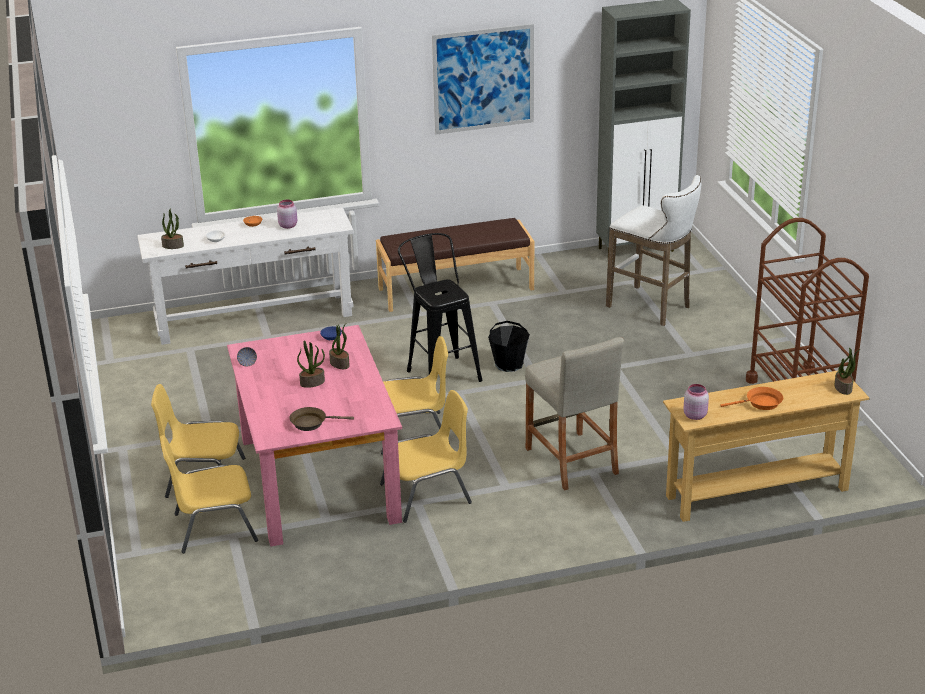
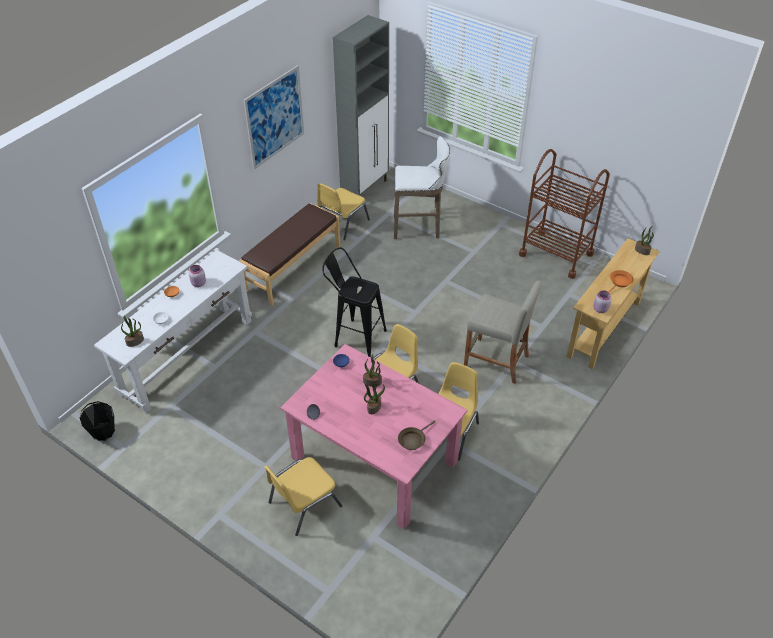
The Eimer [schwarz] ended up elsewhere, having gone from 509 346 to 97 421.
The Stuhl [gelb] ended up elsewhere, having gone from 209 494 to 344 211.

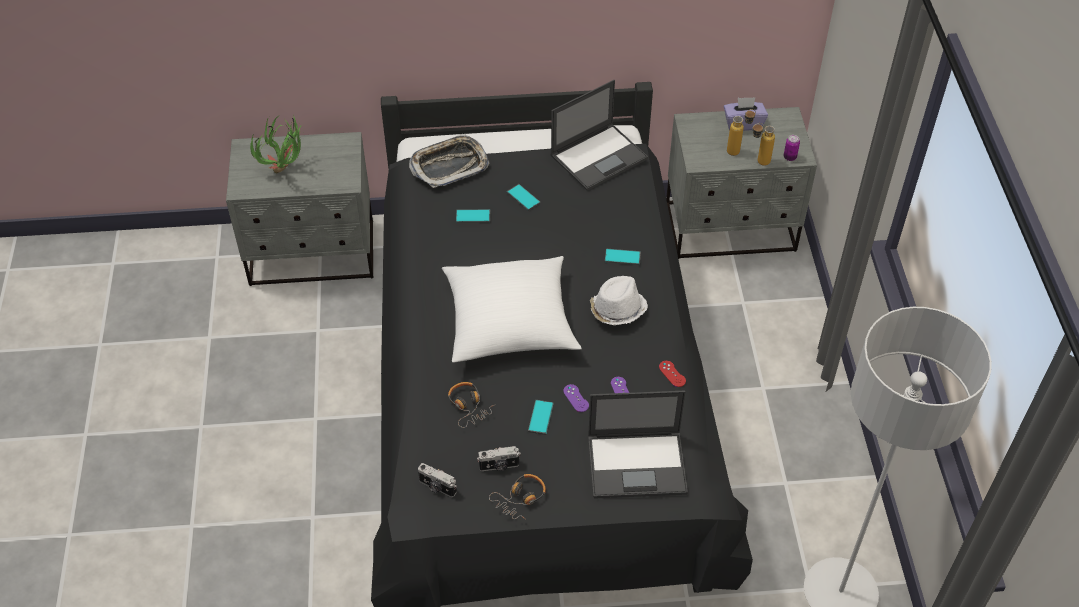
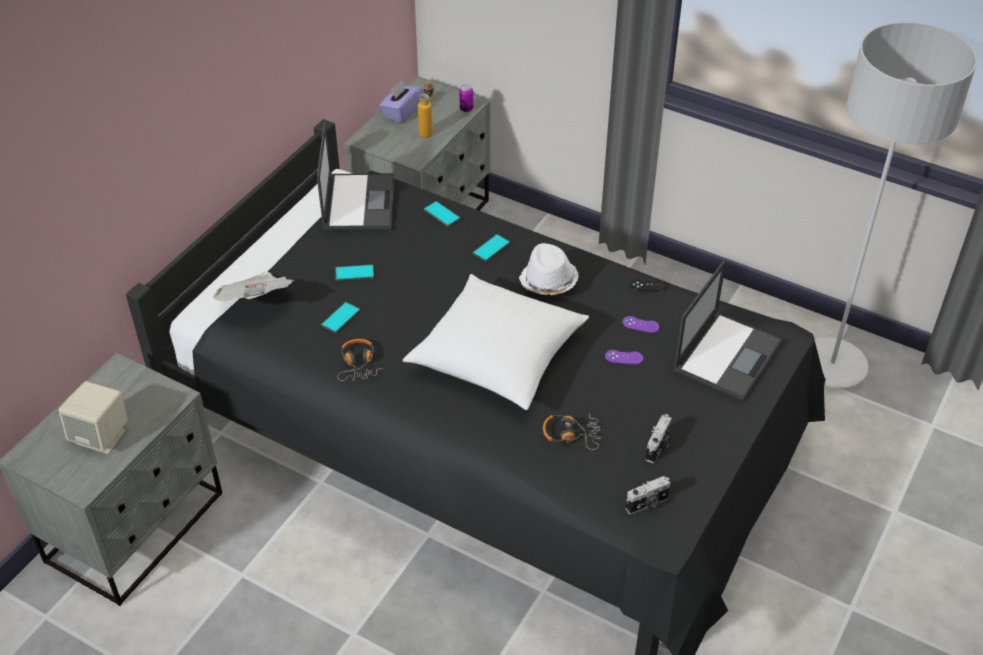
Where the Topfpflanze stood at 277 143, the Lautsprecher [beige] came to stand at 93 417.
Where the Tablett stood at 449 161, the Zeitung came to stand at 253 286.
The Kopfhörer ended up elsewhere, having gone from 517 497 to 361 360.
The Handy ended up elsewhere, having gone from 541 417 to 442 214.
What was the Gamepad [rot] at 672 374 turned into the Gamepad [schwarz] at 648 285.
The second view lost the Flasche at 763 144.

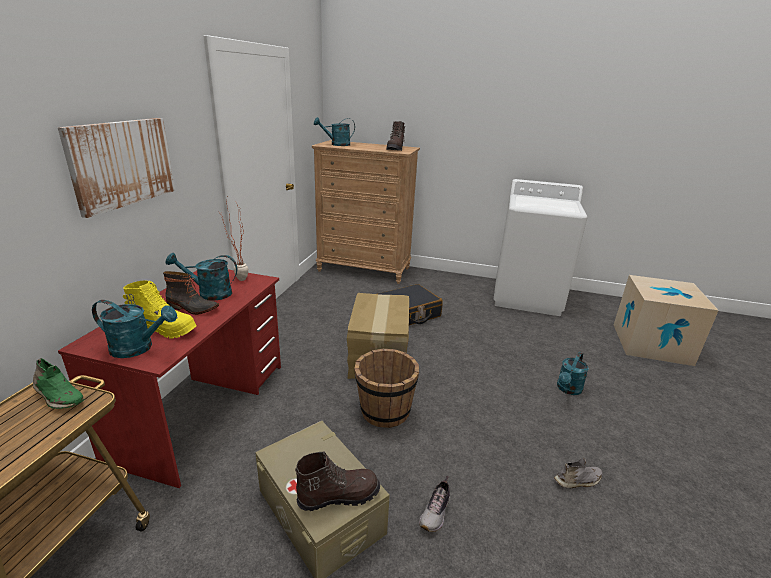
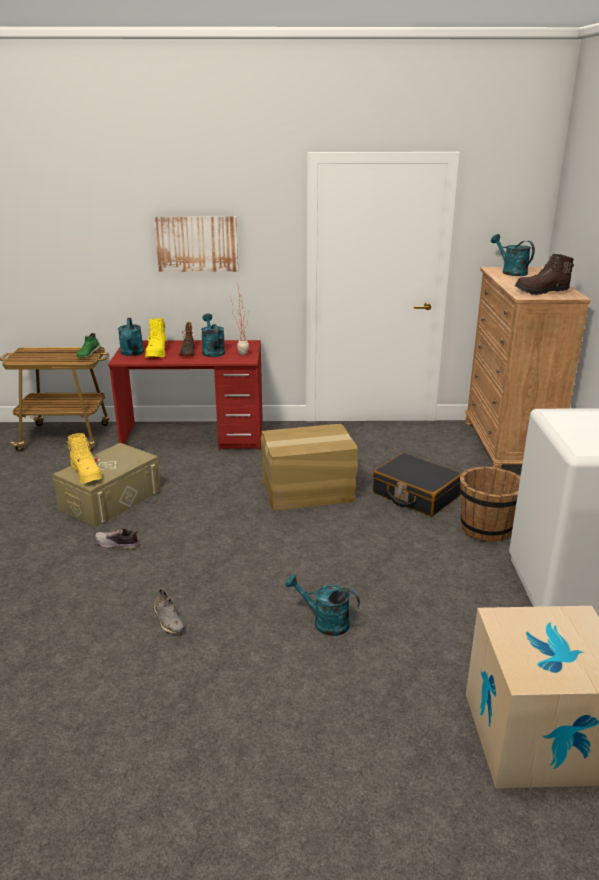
What was the Stiefel [braun] at 337 481 turned into the Stiefel [gelb] at 84 458.
The Eimer [braun] ended up elsewhere, having gone from 386 388 to 489 504.

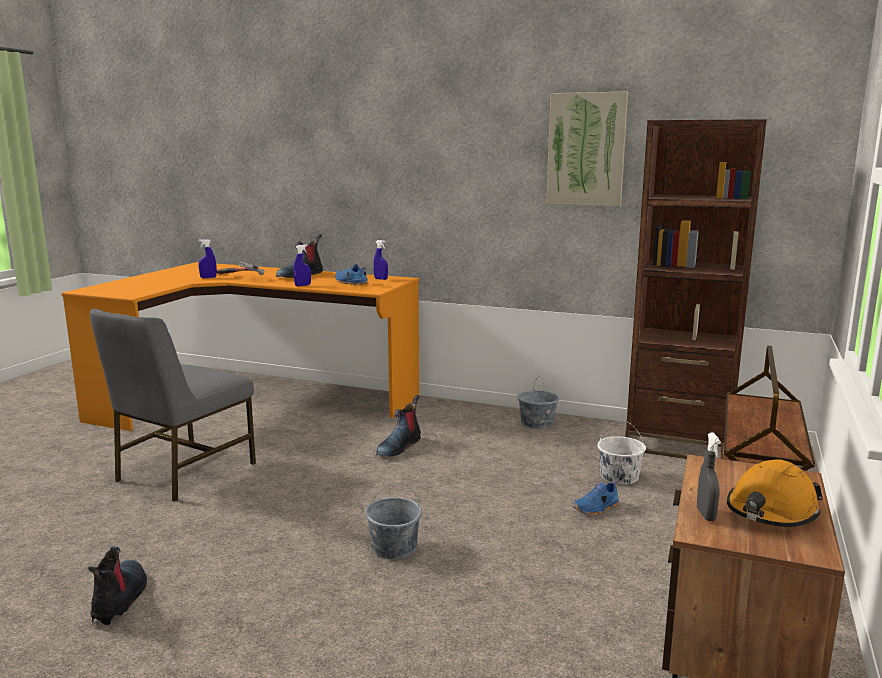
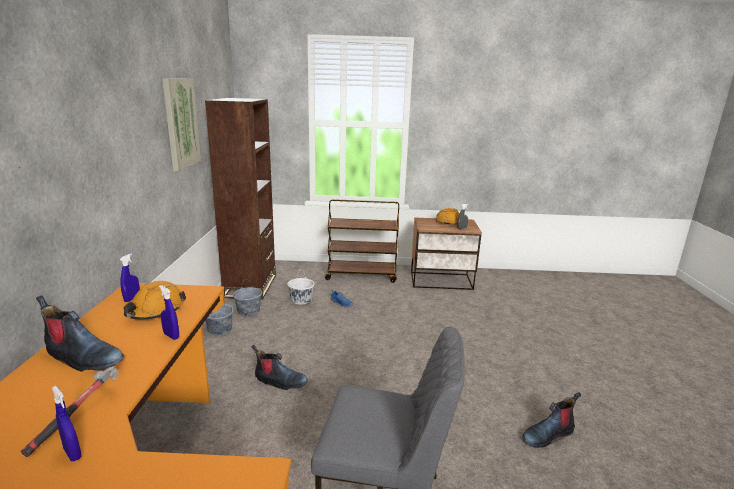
Where the Schuh [blau] stood at 351 274, the Schutzhelm [orange] came to stand at 155 300.
The Eimer [grau] ended up elsewhere, having gone from 393 521 to 247 297.

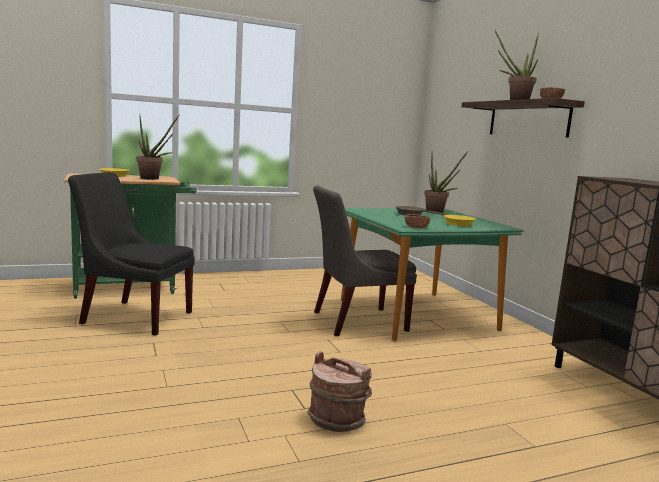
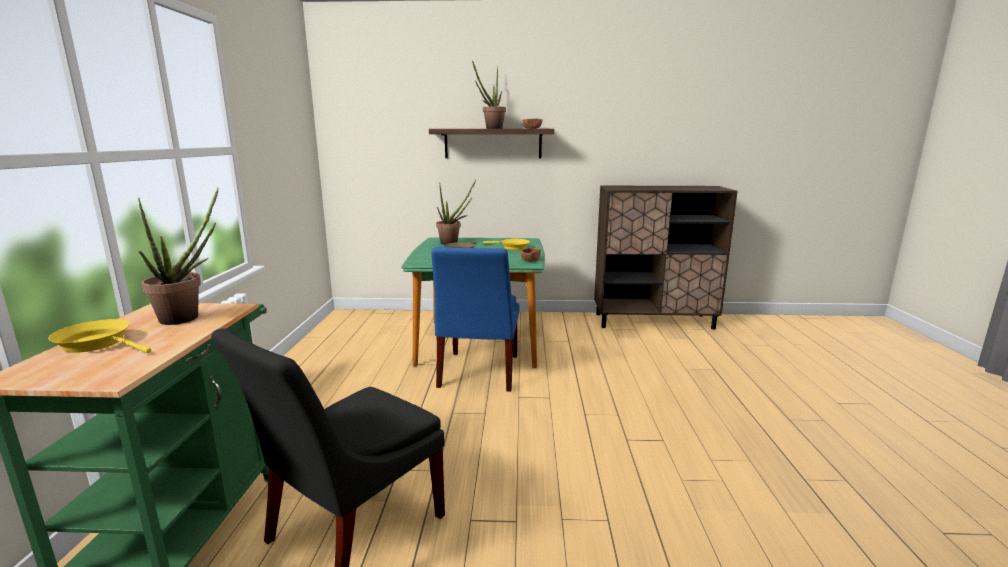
What was the Stuhl [grau] at 365 261 turned into the Stuhl [blau] at 475 319.
The second view lost the Eimer [braun] at 339 391.

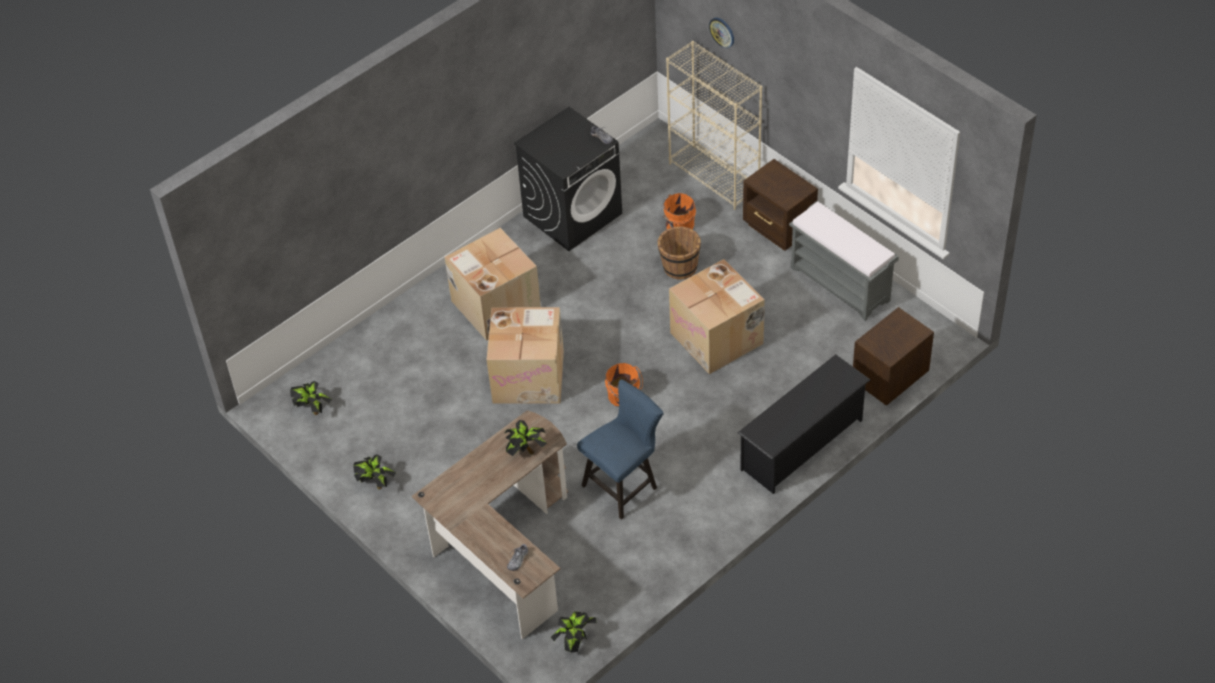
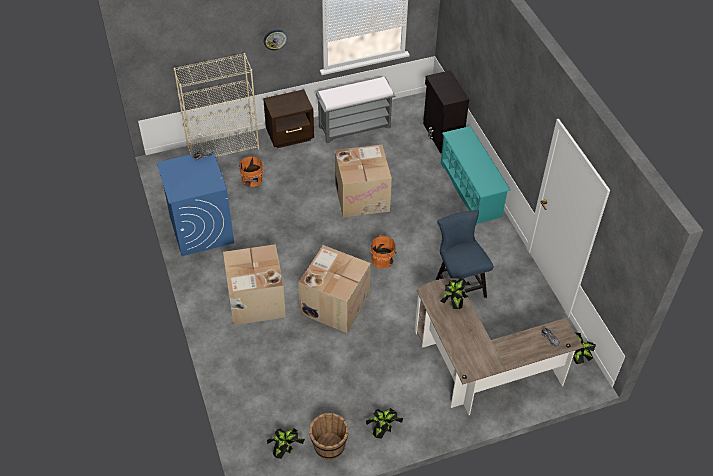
What was the Waschmaschine [schwarz] at 568 179 turned into the Waschmaschine [blau] at 195 203.
The Wanduhr ended up elsewhere, having gone from 721 33 to 275 39.
The Eimer [braun] ended up elsewhere, having gone from 679 253 to 328 436.
Where the Nachttisch [braun] stood at 893 356, the Schrank [schwarz] came to stand at 446 111.
What was the Schuhregal [schwarz] at 804 424 turned into the Schuhregal [türkis] at 475 175.

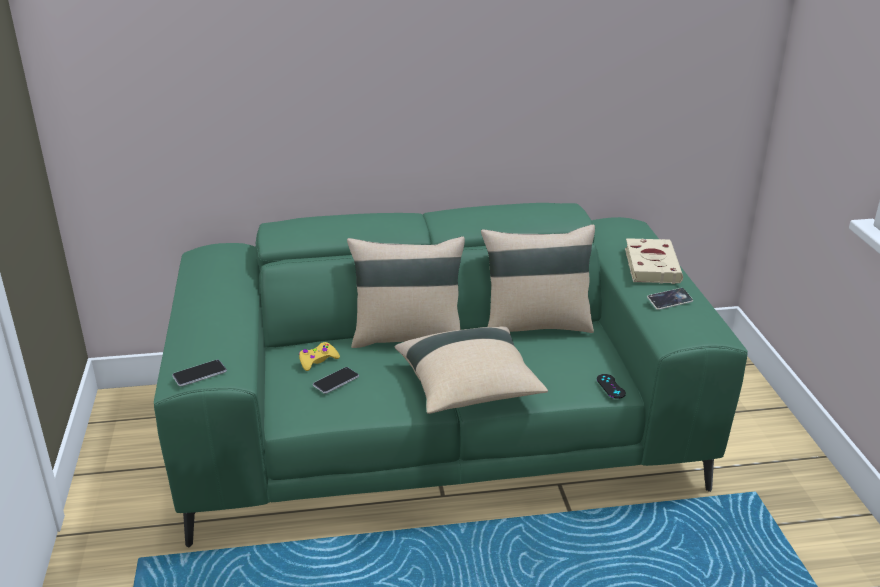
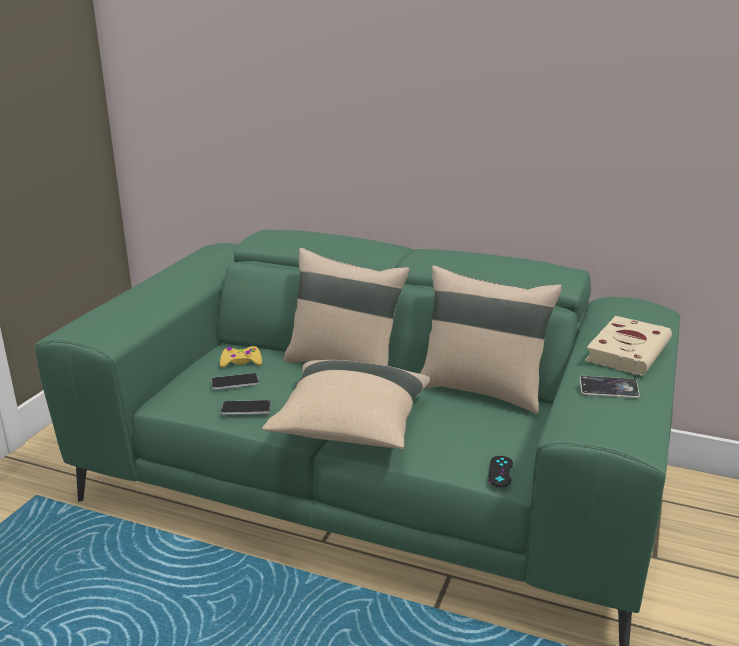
The Handy ended up elsewhere, having gone from 199 373 to 245 407.

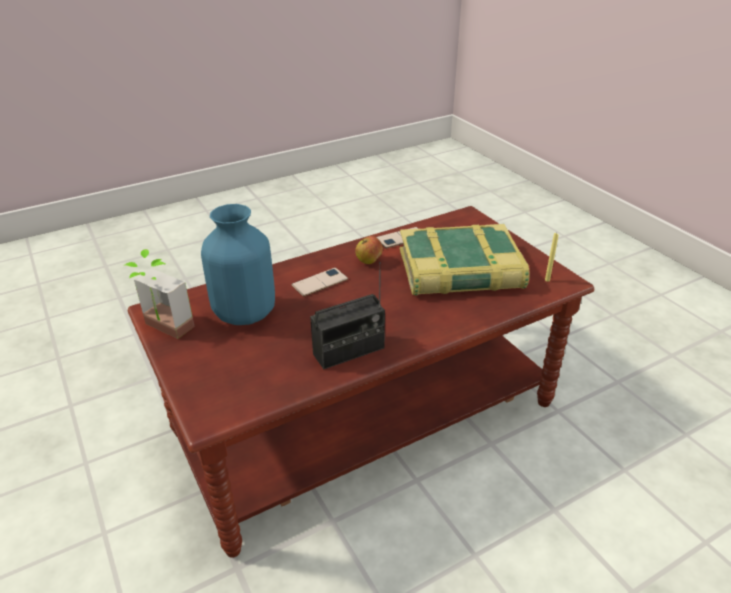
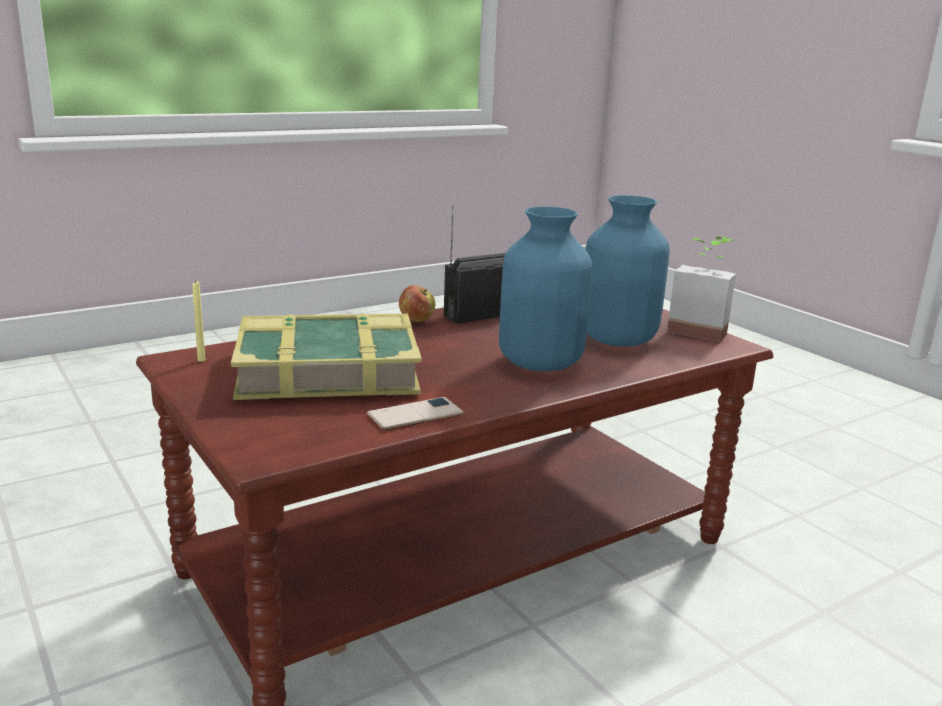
The Apfel ended up elsewhere, having gone from 369 250 to 417 303.
Where the Handy stood at 319 282, the Vase [blau] came to stand at 545 289.

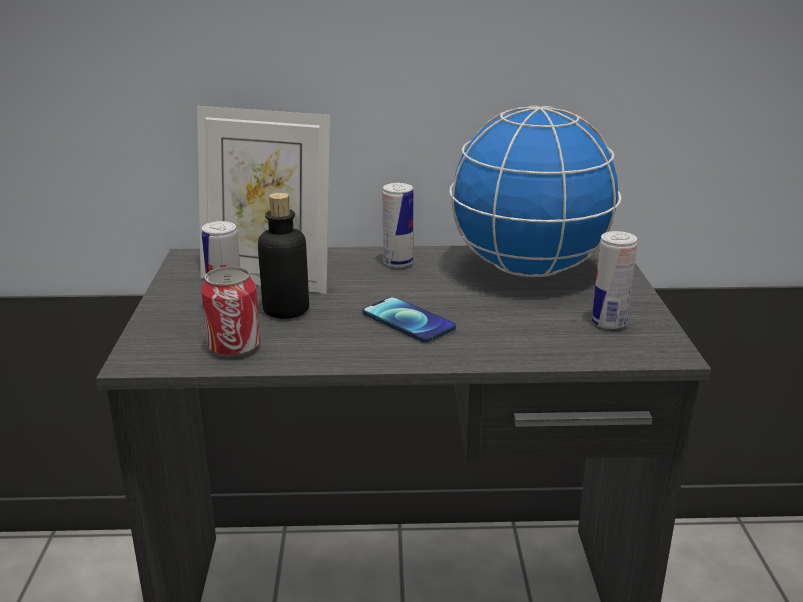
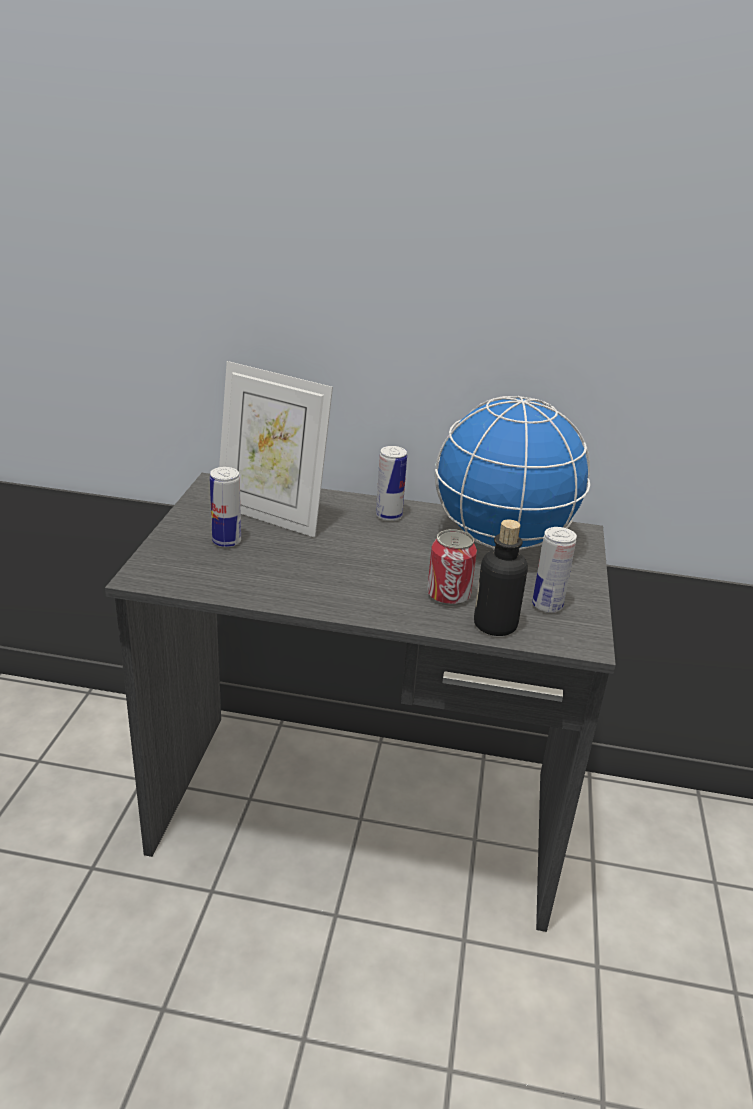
The Dose ended up elsewhere, having gone from 230 312 to 452 567.
The Flasche ended up elsewhere, having gone from 283 256 to 501 578.
The second view lost the Handy at 409 320.

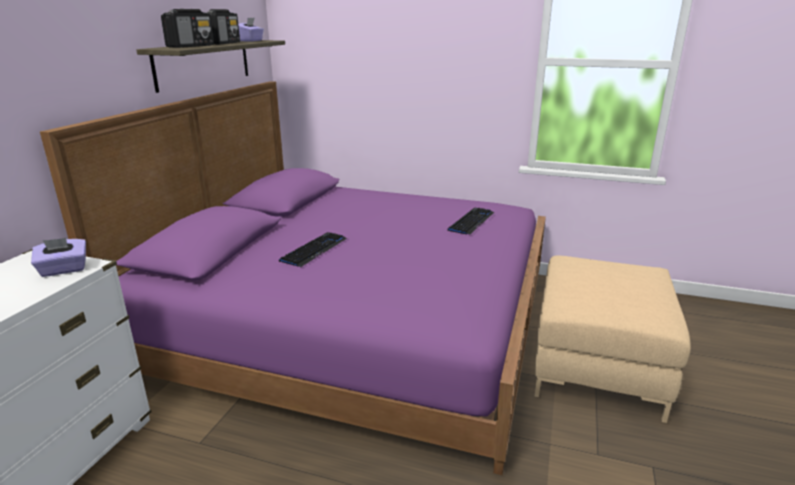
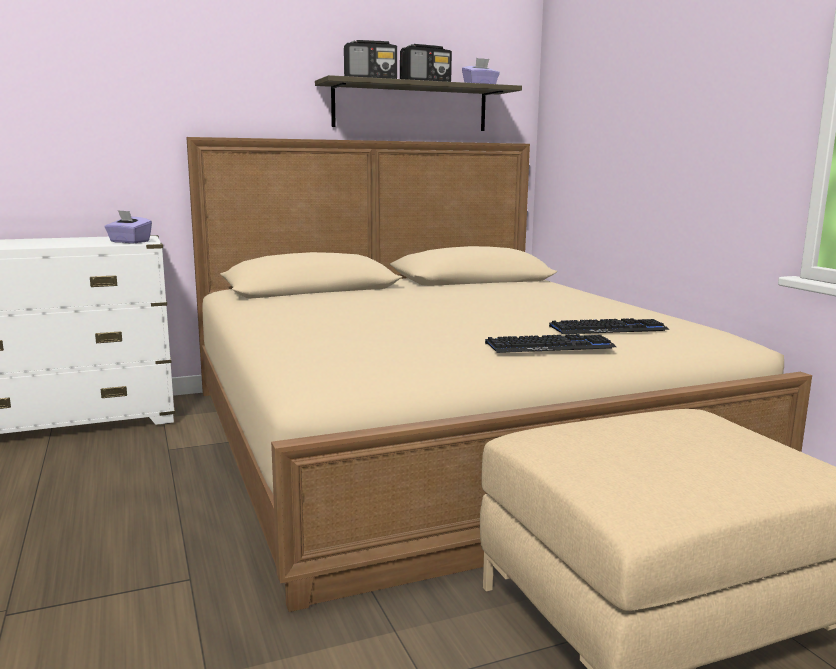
What was the Bett [lila] at 293 278 turned into the Bett [beige] at 499 374.
The Tastatur ended up elsewhere, having gone from 313 249 to 550 343.

